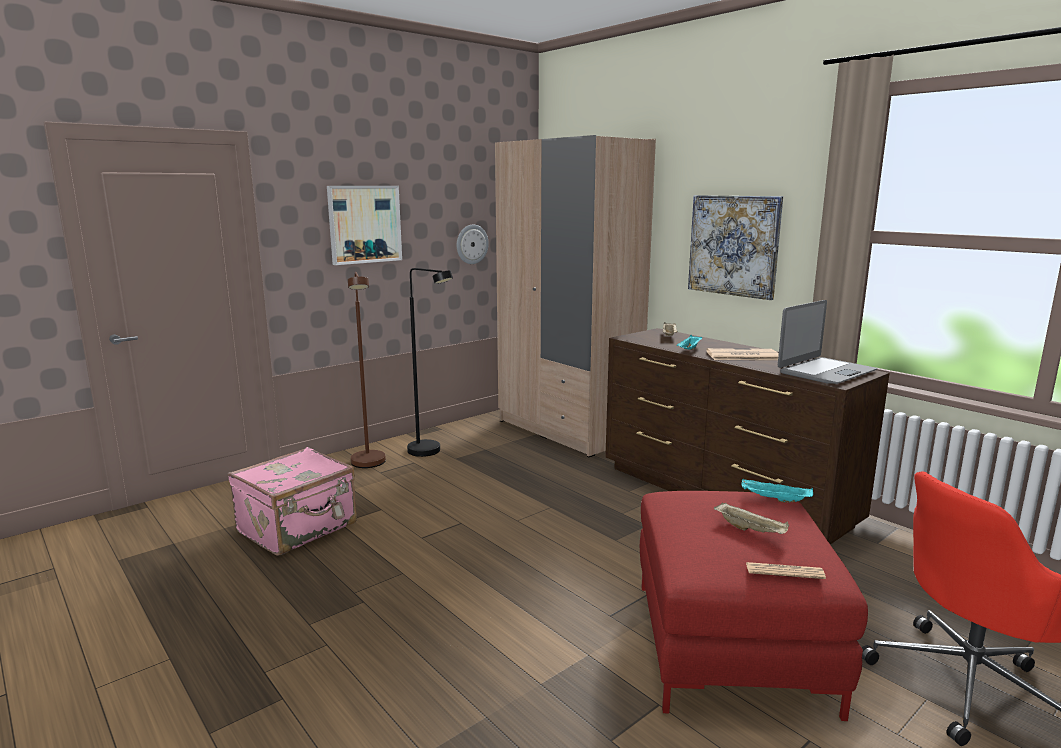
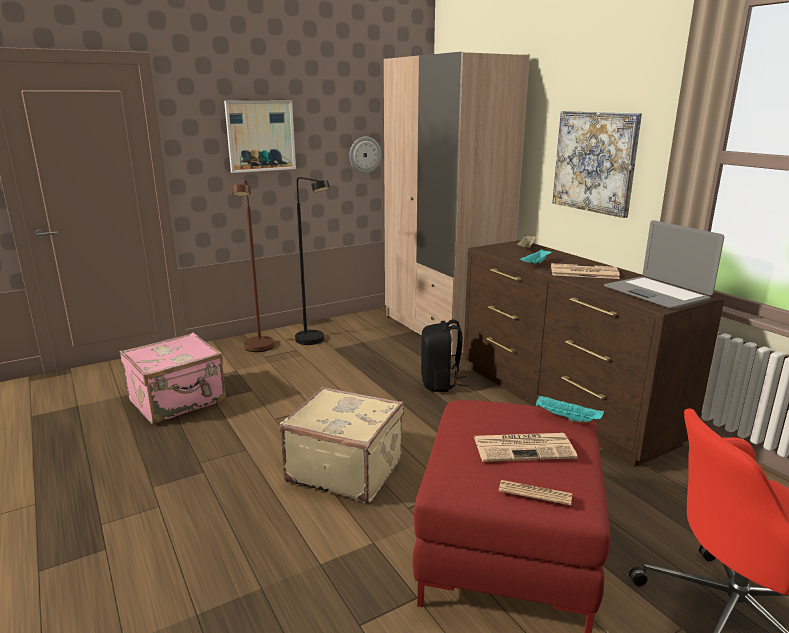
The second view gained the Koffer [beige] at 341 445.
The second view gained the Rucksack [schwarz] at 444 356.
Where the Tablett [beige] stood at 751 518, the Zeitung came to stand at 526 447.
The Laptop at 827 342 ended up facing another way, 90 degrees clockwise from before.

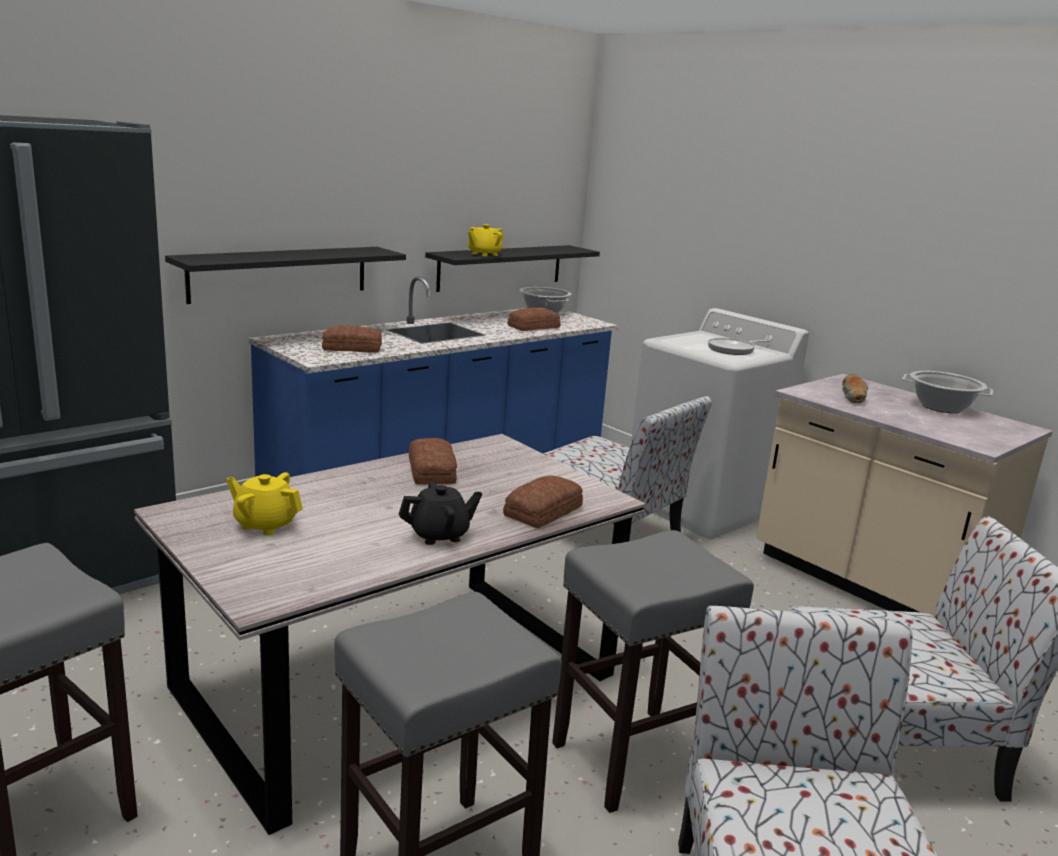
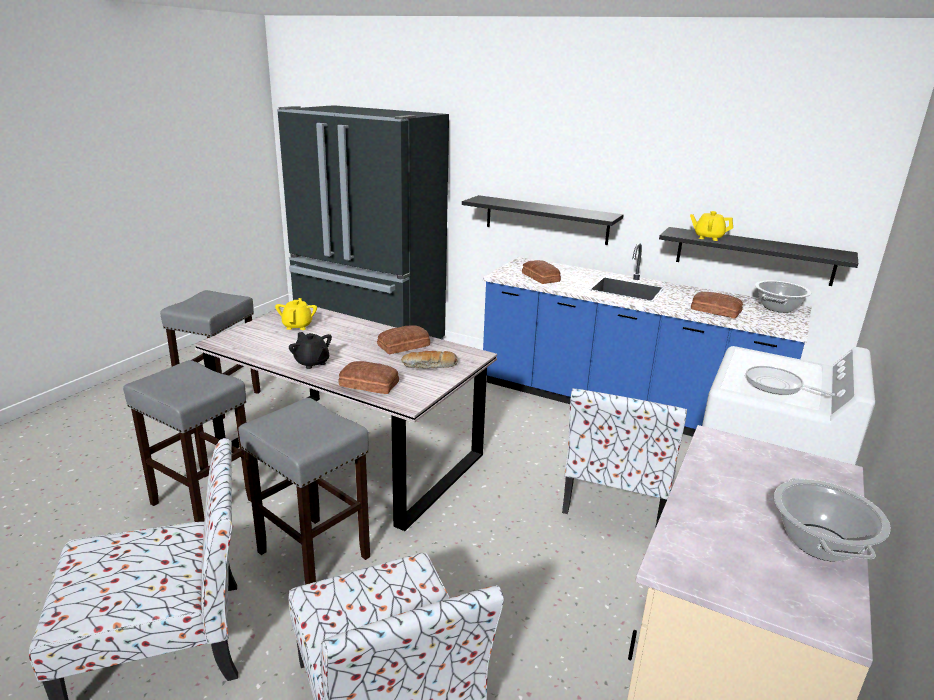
The Brot ended up elsewhere, having gone from 855 388 to 429 360.

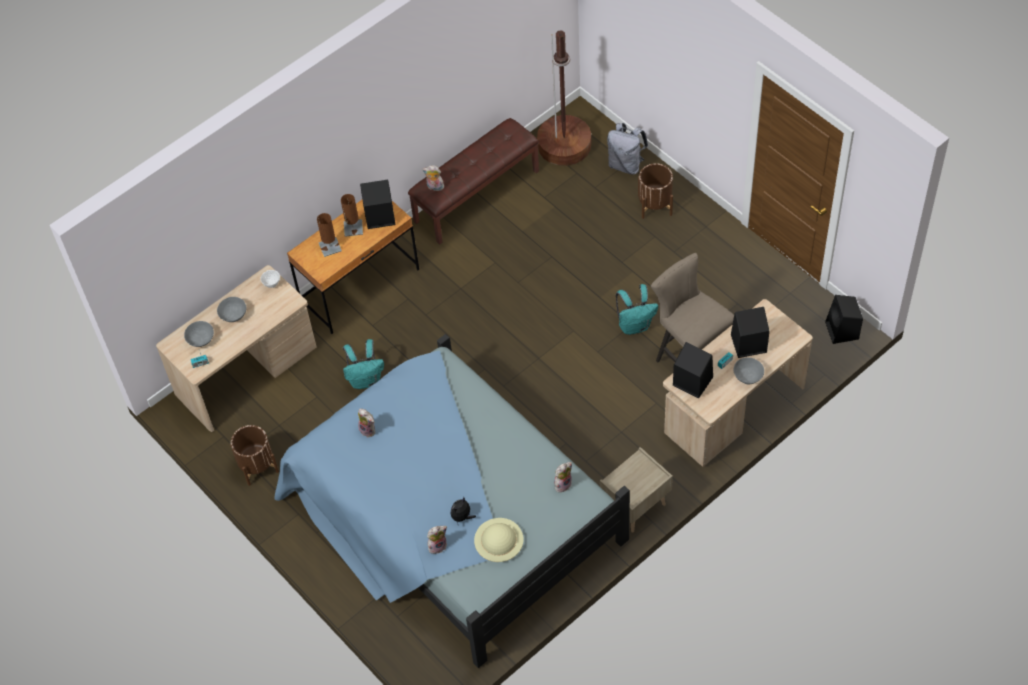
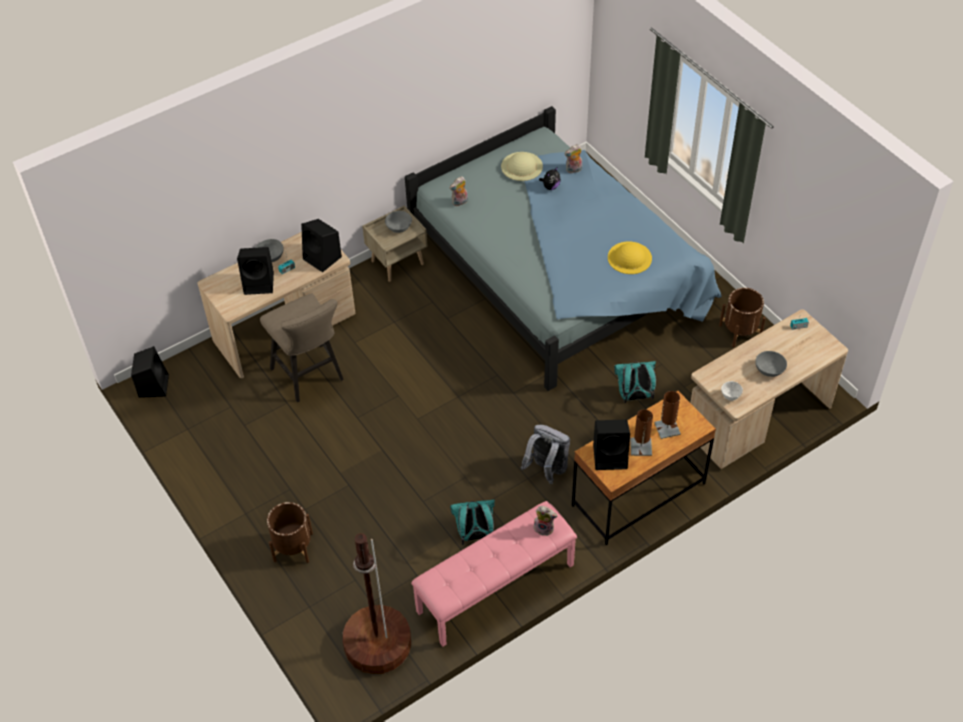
The Schüssel [grau] ended up elsewhere, having gone from 199 334 to 398 222.
What was the Bank [braun] at 473 181 turned into the Bank [rosa] at 494 574.
The Rucksack [türkis] ended up elsewhere, having gone from 637 309 to 472 522.
The Rucksack [grau] ended up elsewhere, having gone from 627 149 to 545 454.
Where the Plüschtier stood at 366 423, the Hut [gelb] came to stand at 630 258.

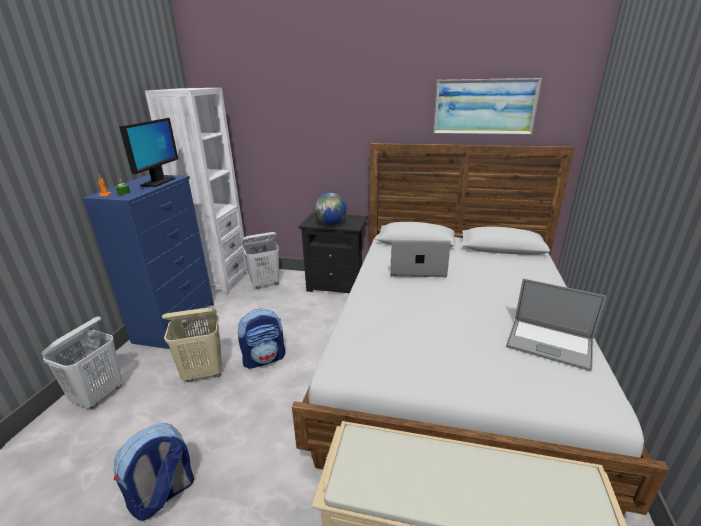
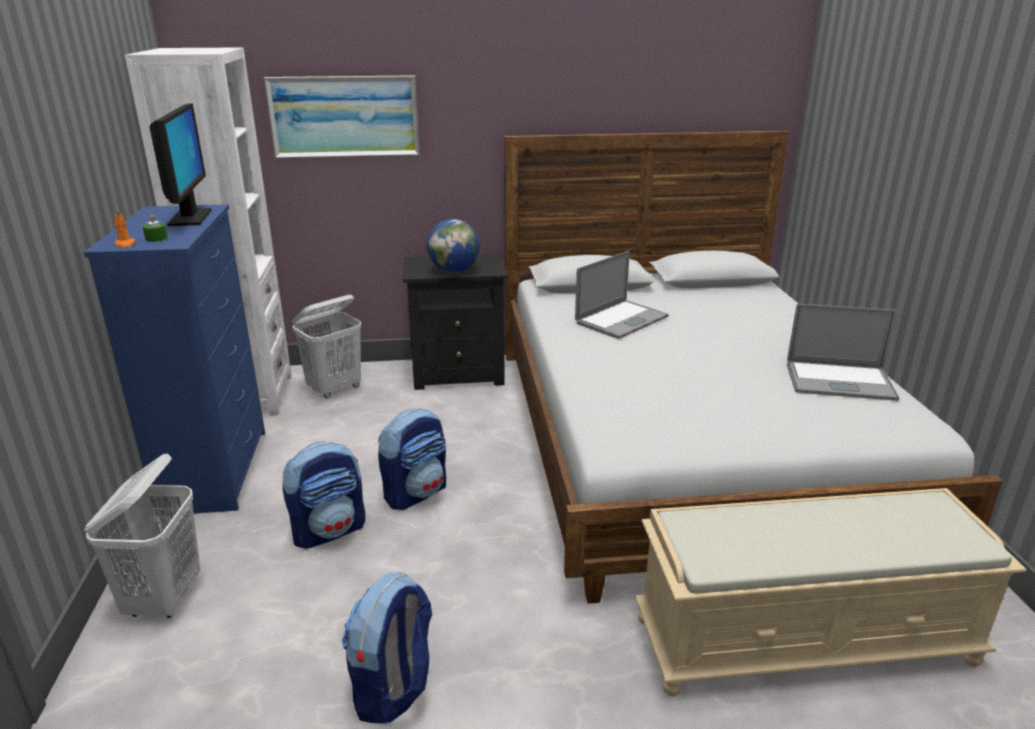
The Bild ended up elsewhere, having gone from 487 106 to 342 117.
Where the Wäschekorb [beige] stood at 192 345, the Rucksack came to stand at 324 495.
The Laptop at 420 258 ended up facing another way, 150 degrees clockwise from before.

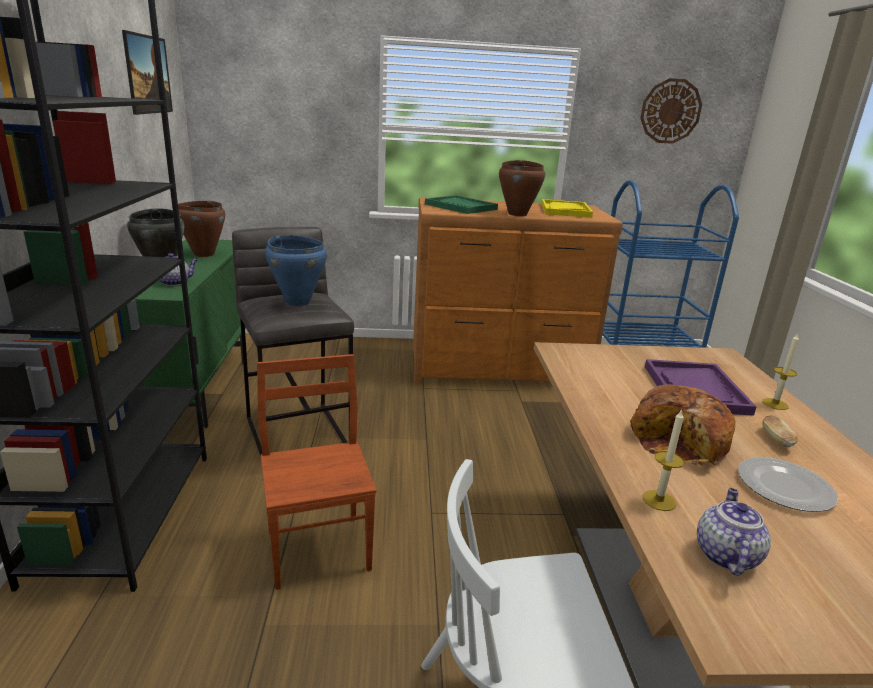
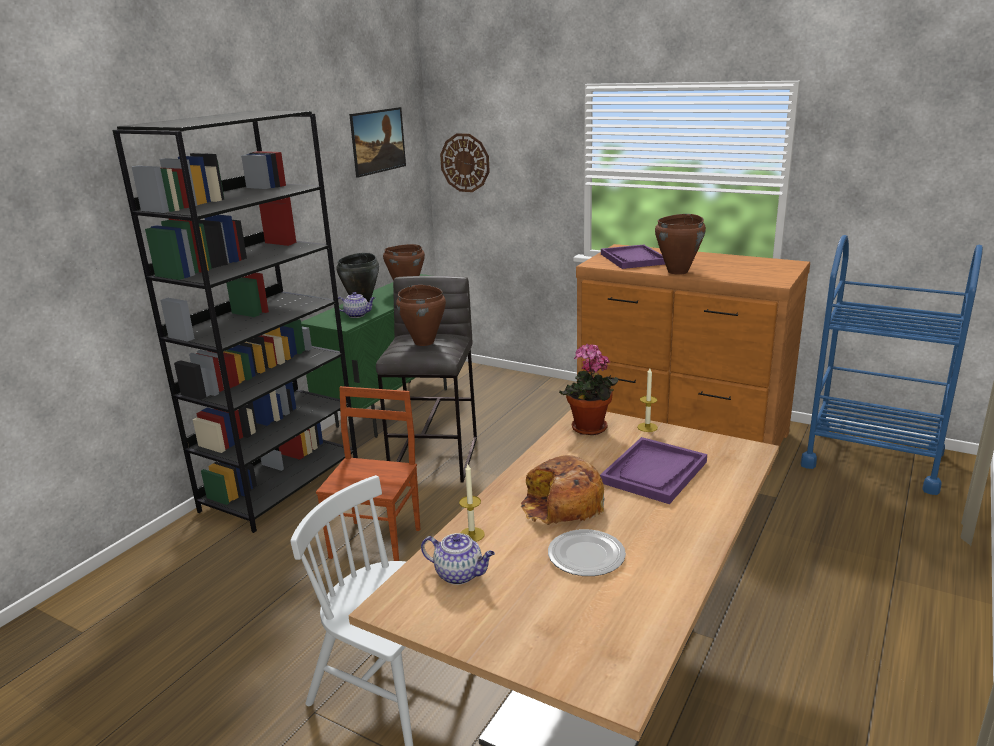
What was the Kochtopf [blau] at 296 270 turned into the Kochtopf [braun] at 421 315.
The Teekanne at 734 532 ended up facing another way, 60 degrees clockwise from before.
The Wanduhr ended up elsewhere, having gone from 671 111 to 465 162.
The second view gained the Topfpflanze at 588 389.
What was the Tablett [grün] at 461 204 turned into the Tablett [lila] at 633 257.
The Kerze ended up elsewhere, having gone from 780 371 to 647 400.
The second view lost the Tablett [gelb] at 567 208.
The second view lost the Brot at 780 431.

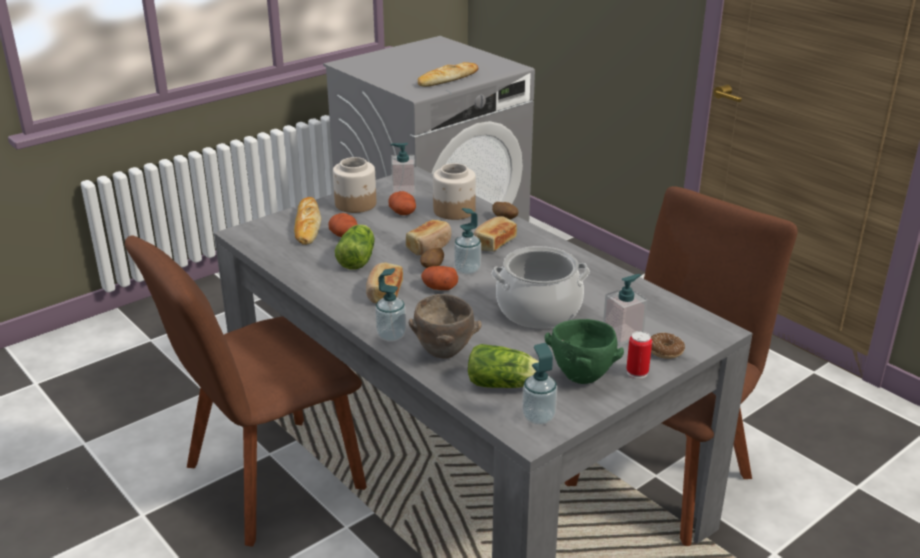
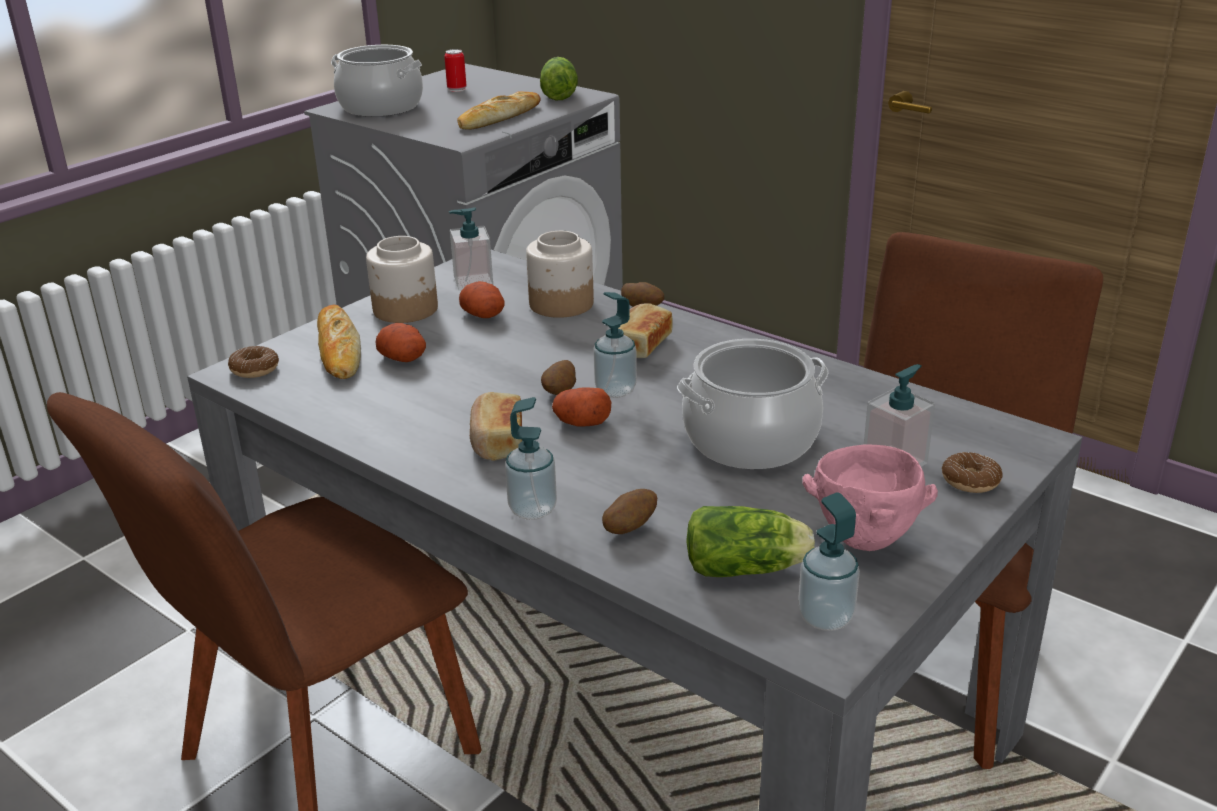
The second view gained the Donut at 253 362.
The second view gained the Kochtopf at 377 81.
The Dose ended up elsewhere, having gone from 639 355 to 455 70.
The Salatkopf ended up elsewhere, having gone from 355 247 to 559 78.
Where the Schüssel [braun] stood at 445 326, the Kartoffel came to stand at 629 511.
What was the Schüssel [grün] at 584 351 turned into the Schüssel [rosa] at 870 497.
The second view lost the Brot at 429 237.

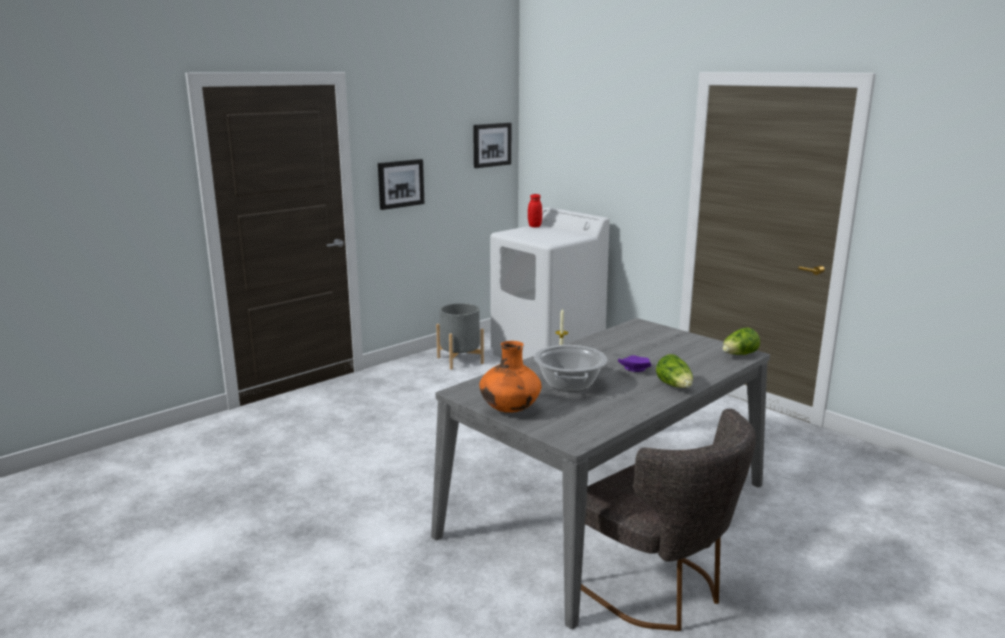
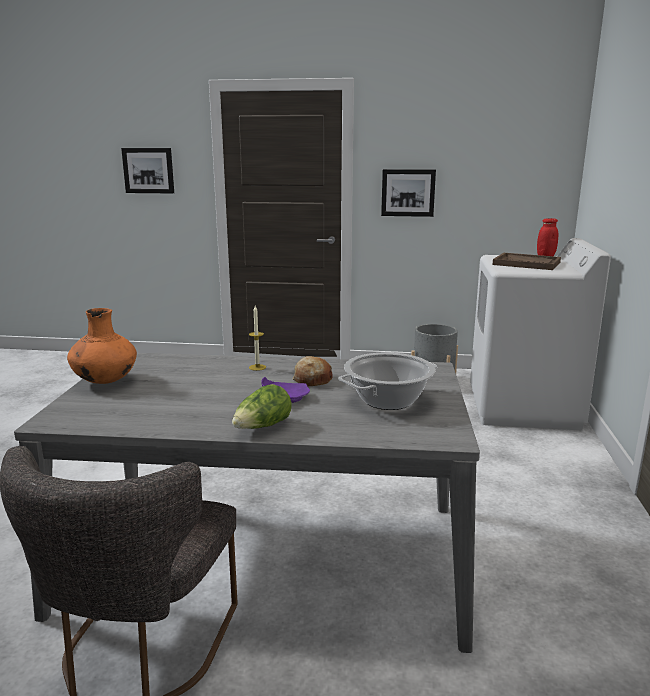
The Bild ended up elsewhere, having gone from 492 145 to 147 170.
The second view gained the Brot at 313 371.
The Kochtopf ended up elsewhere, having gone from 570 368 to 388 381.
The second view gained the Tablett [braun] at 526 261.
The second view lost the Salatkopf at 741 341.

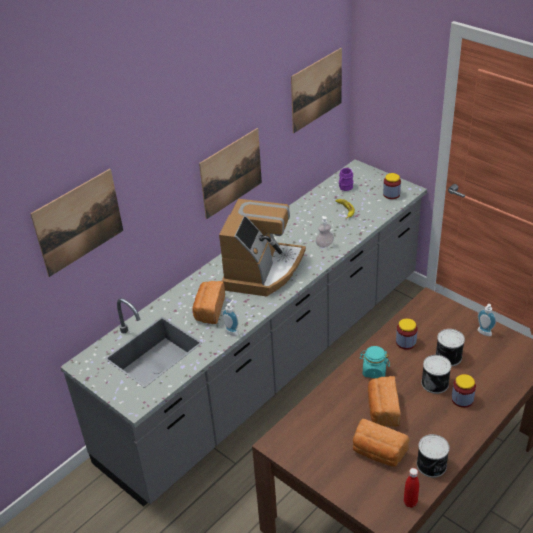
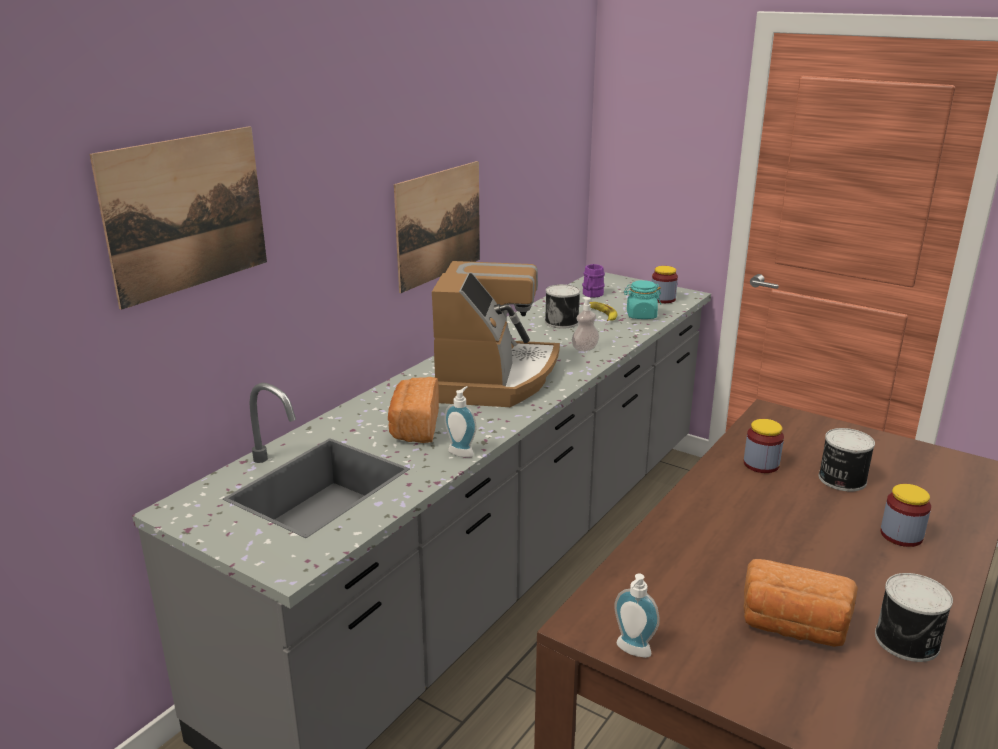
The Dose ended up elsewhere, having gone from 436 374 to 562 306.
The Seifenspender ended up elsewhere, having gone from 486 320 to 637 616.
The Vorratsglas [türkis] ended up elsewhere, having gone from 375 362 to 642 299.
The second view lost the Bild at 316 90.
The second view lost the Brot at 384 401.
The second view lost the Flasche [rot] at 411 488.

